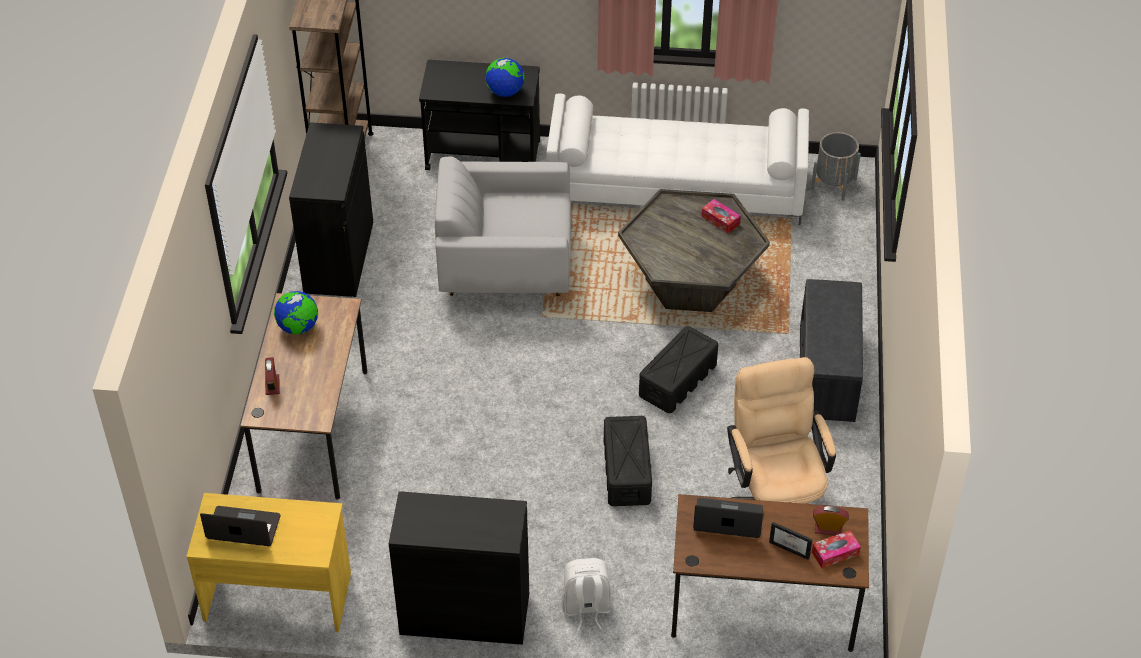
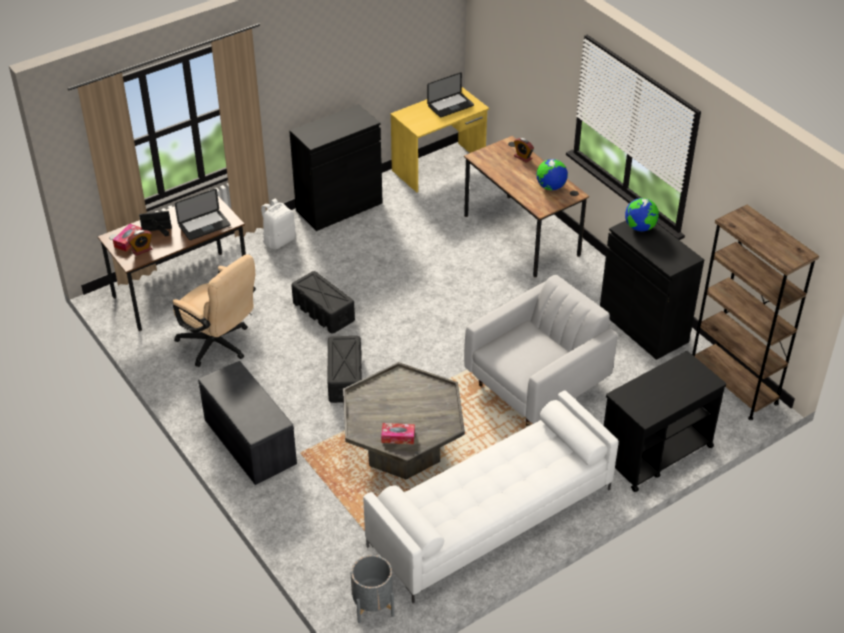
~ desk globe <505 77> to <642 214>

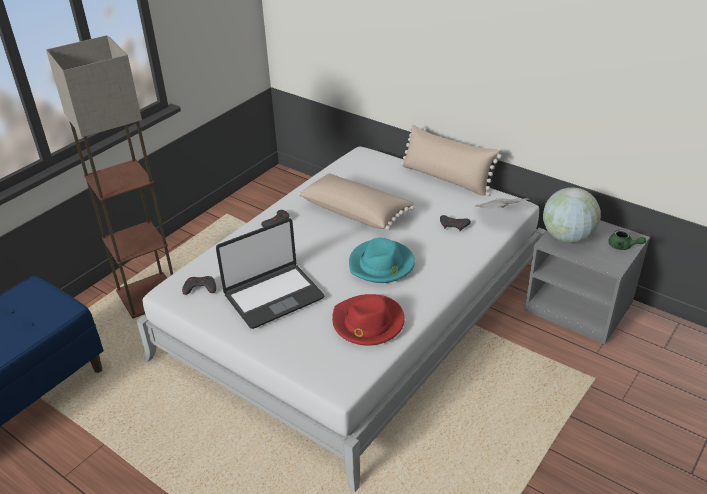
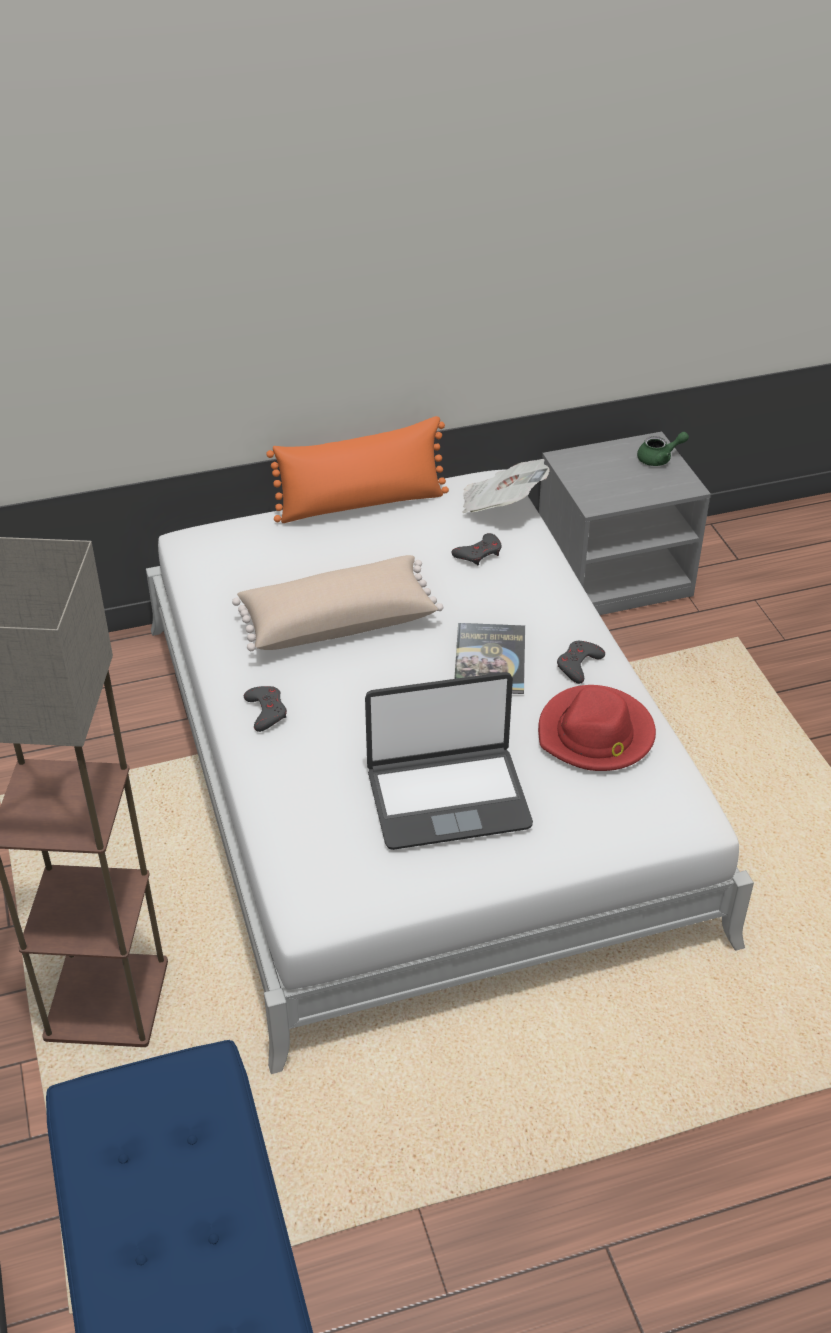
~ sand-coloured pillow <451 160> to orange-coloured pillow <357 469>
- desk globe <572 215>
~ notebook computer <270 273> = <449 761> 75 degrees clockwise
~ turquoise-coloured clothing hat <382 260> to volume <489 658>
~ greyish game controller <199 285> to <581 662>

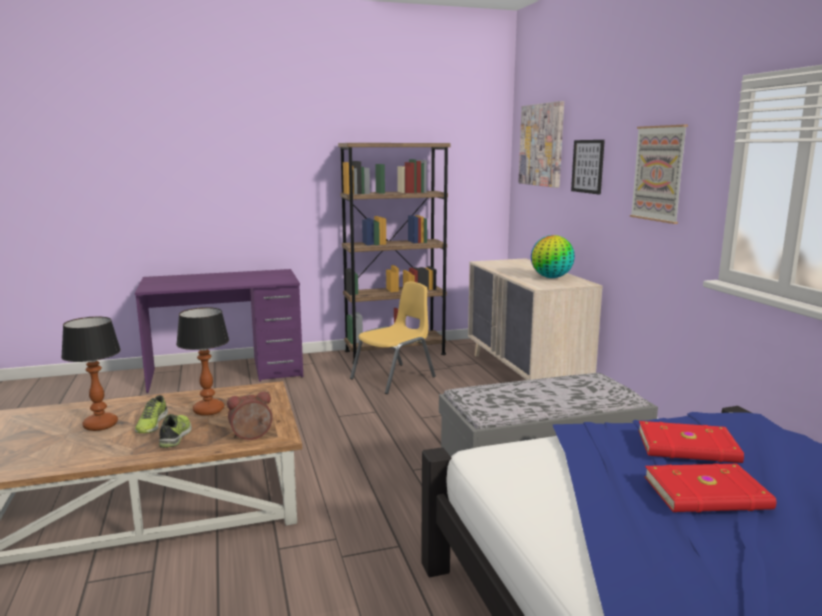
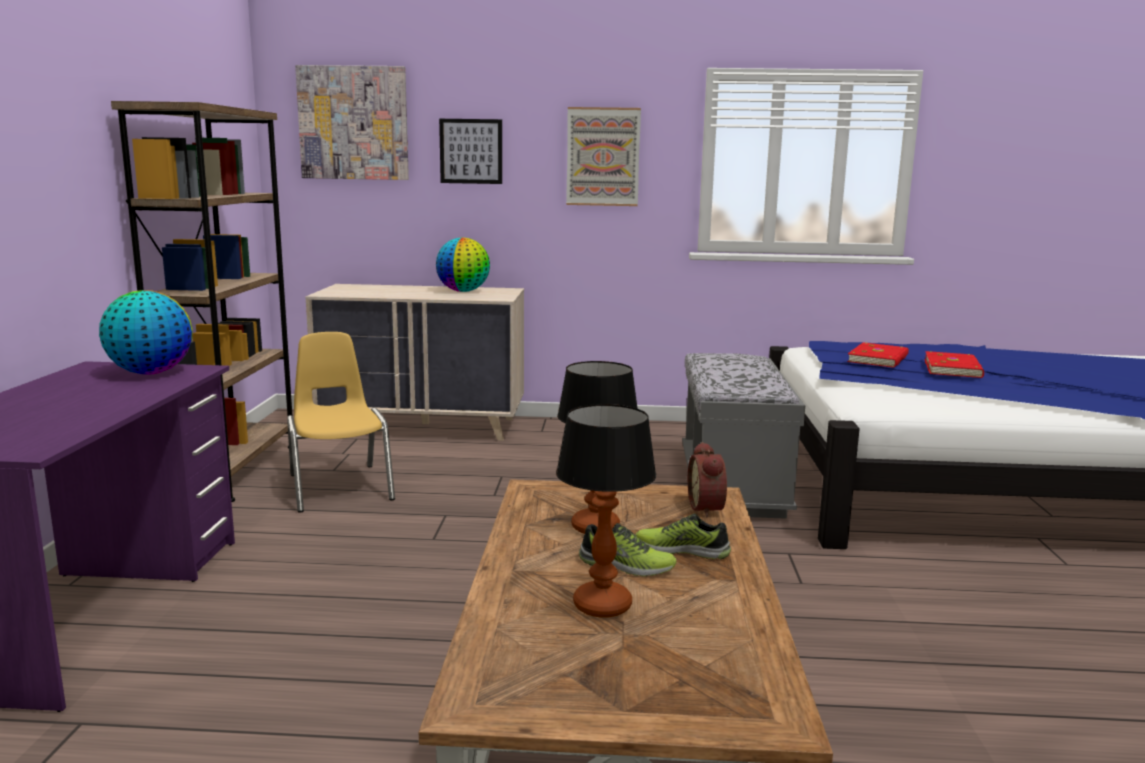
+ desk globe <146 332>

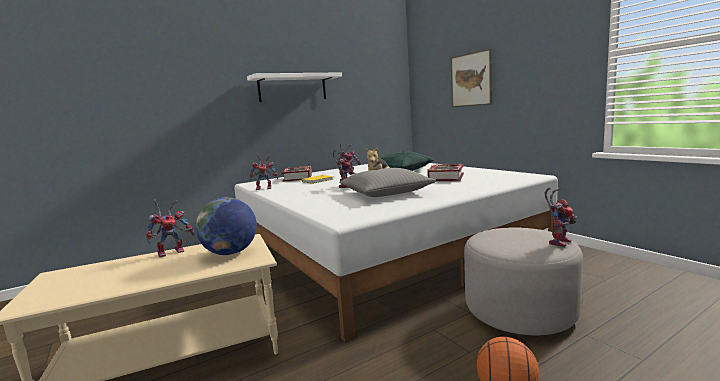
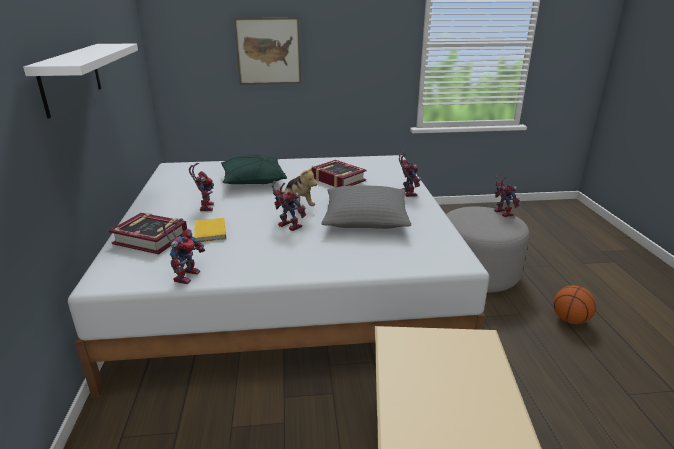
- desk globe <226 226>
~ toy robot <170 228> to <410 174>

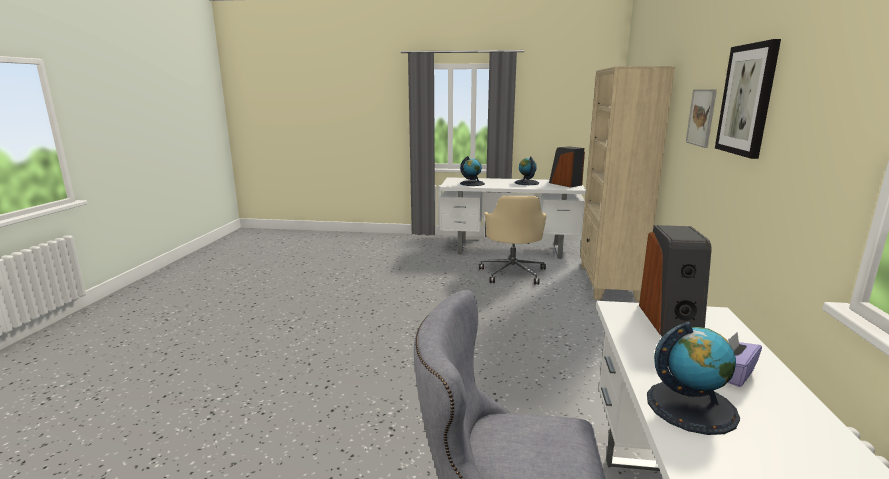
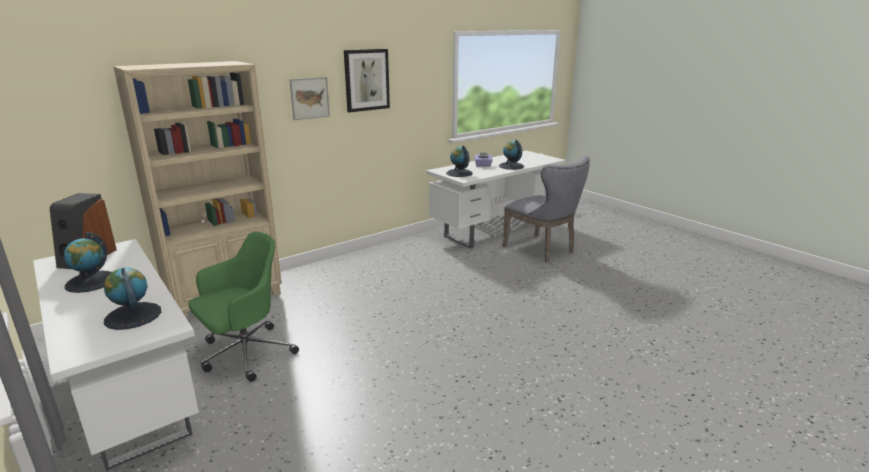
~ sand-coloured desk chair <512 240> to green-coloured desk chair <243 307>
~ loudspeaker <675 281> to desk globe <459 161>

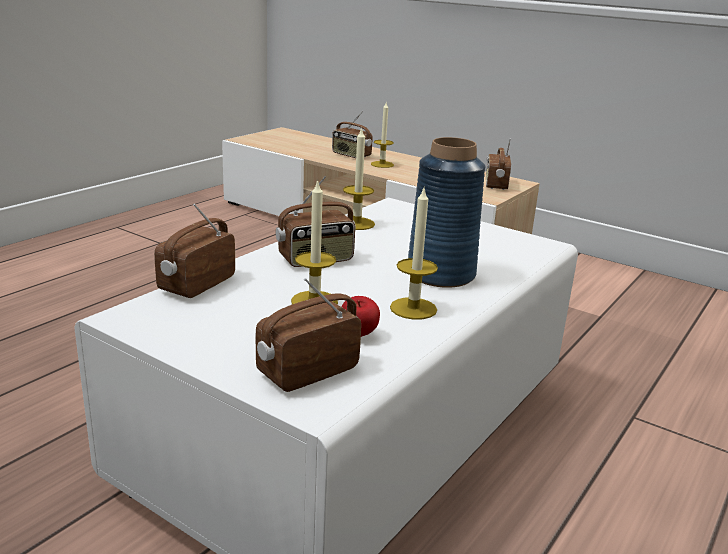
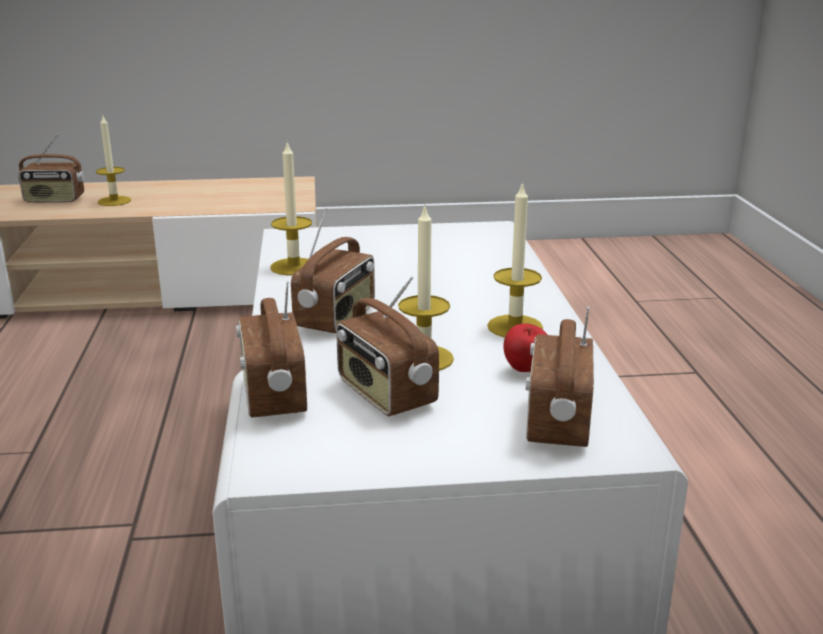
- blue-coloured flower vase <446 212>
~ radio set <498 164> to <387 346>

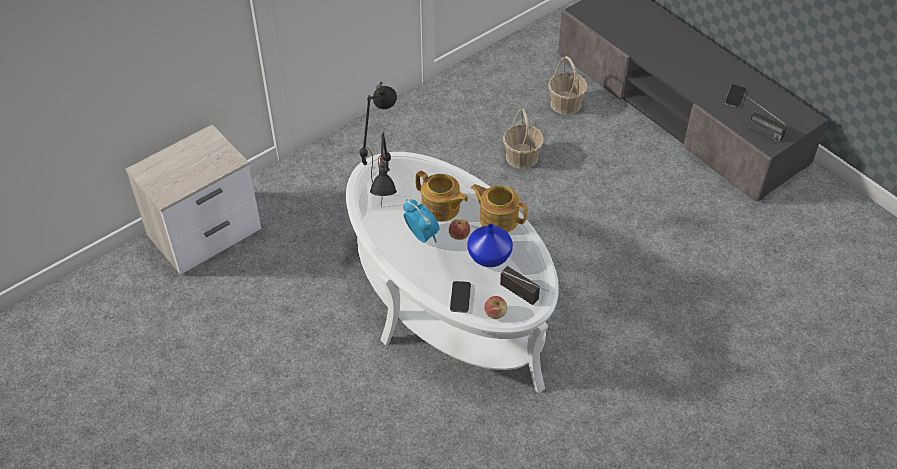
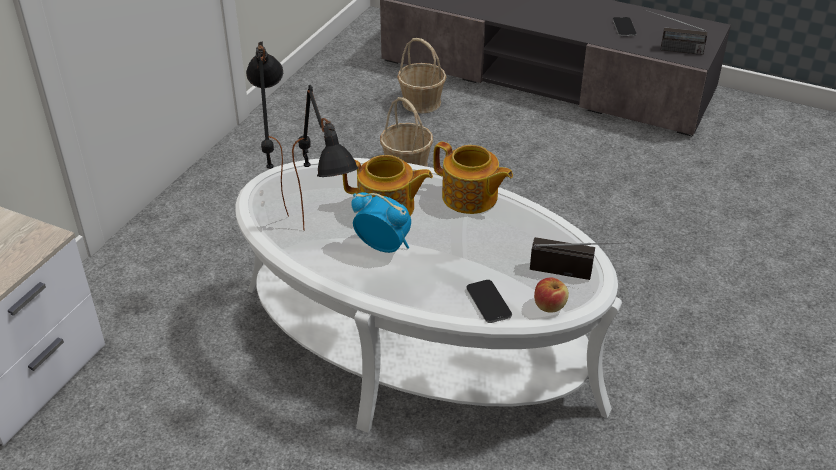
~ teapot <499 208> = <473 177> 150 degrees counterclockwise
- whole apple <459 229>
- blue-coloured flower vase <490 245>

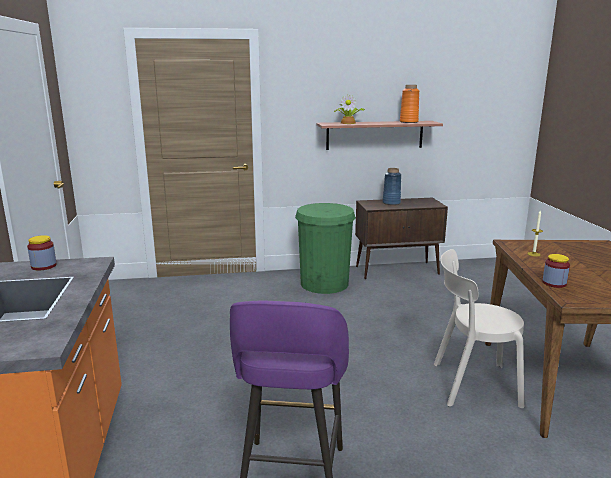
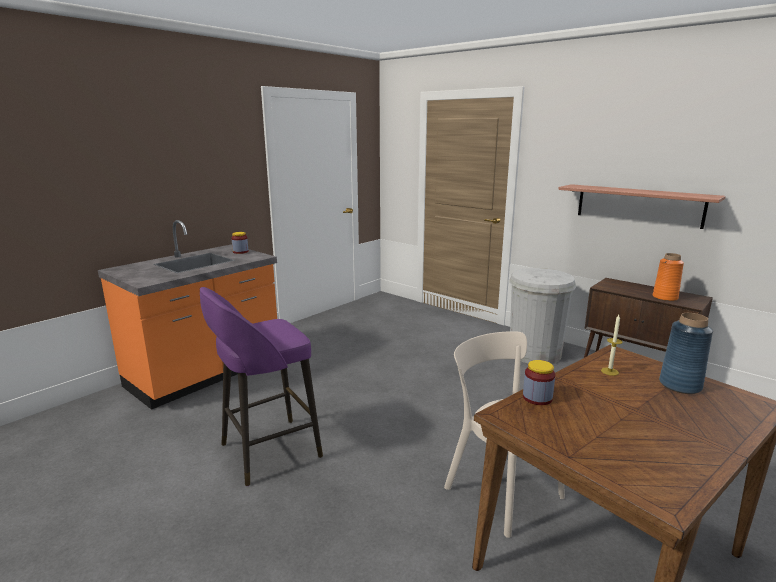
~ orange-coloured flower vase <409 104> to <668 277>
- plant in a pot <349 109>
~ blue-coloured flower vase <392 186> to <686 353>
~ green-coloured trash can <325 248> to white-coloured trash can <542 316>

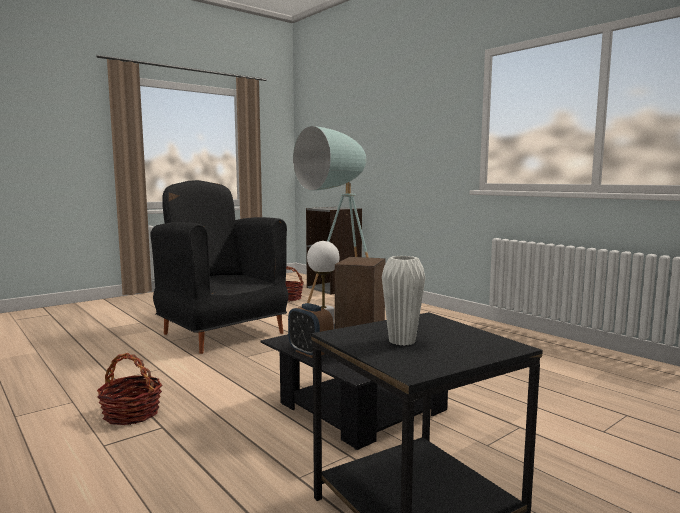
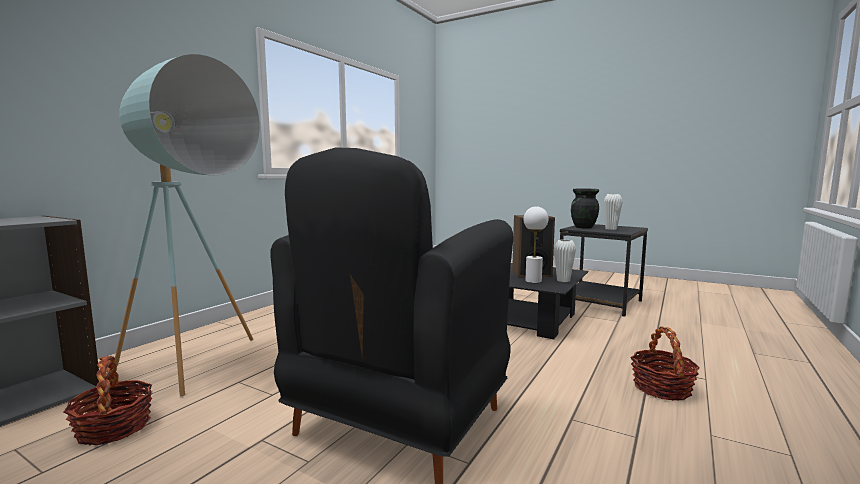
~ alarm clock <311 330> to white-coloured flower vase <565 261>
+ black flower vase <585 208>

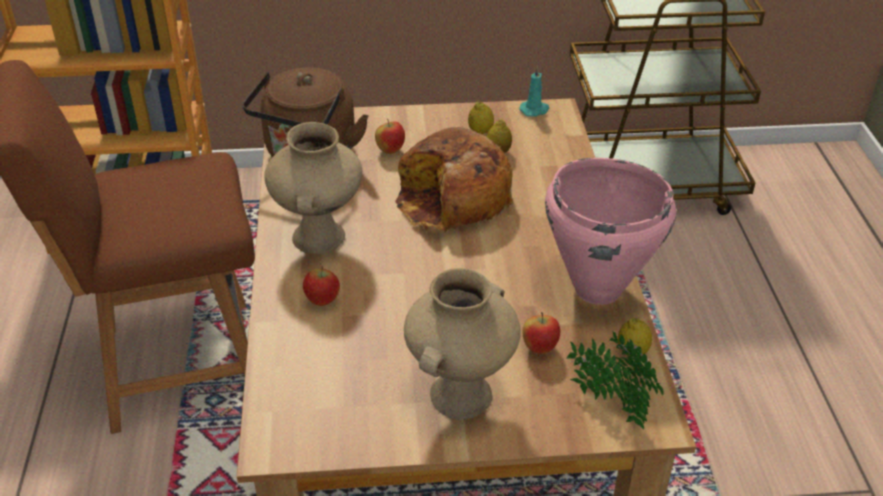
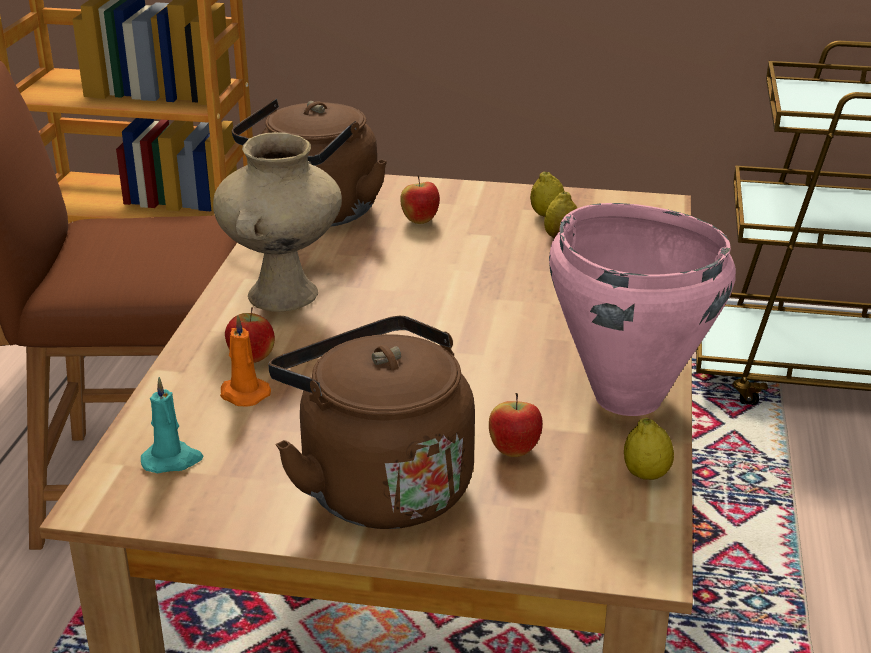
~ turquoise-coloured wax candle <534 91> to <172 425>
- bakery bread <454 180>
~ sand-coloured flower vase <462 343> to brownish water kettle <372 422>
- plant in a pot <614 380>
+ orange-coloured wax candle <245 360>

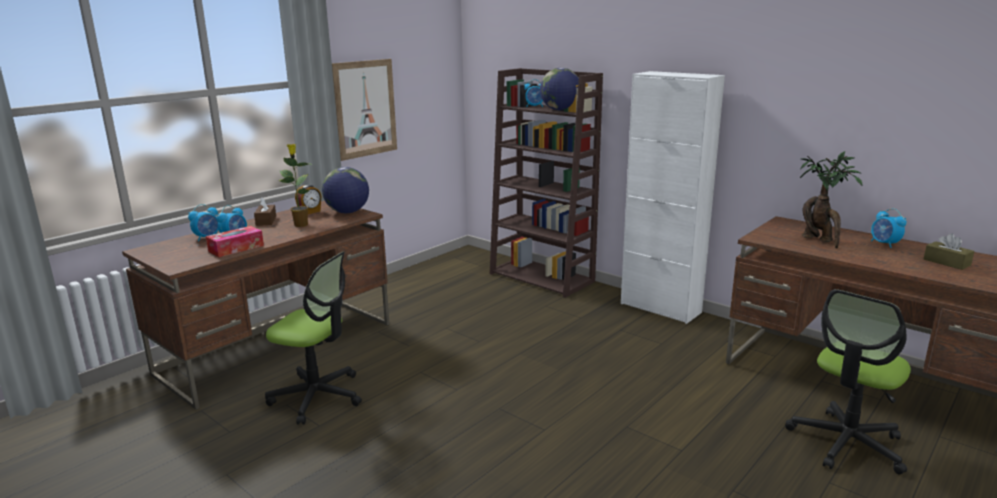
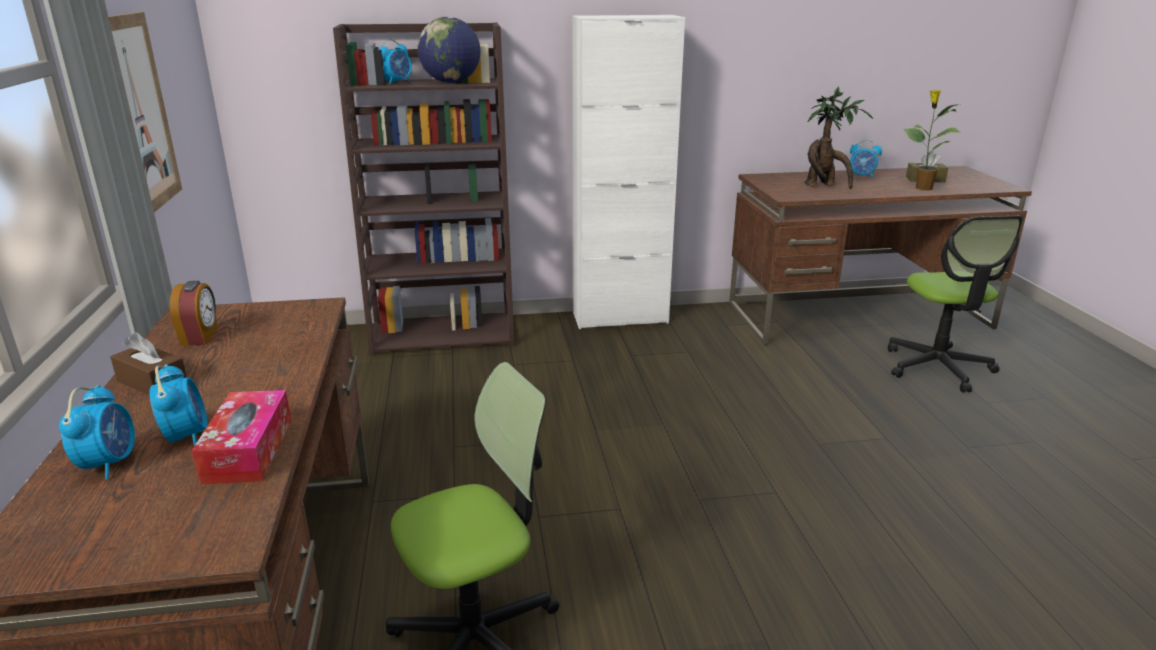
~ plant in a pot <295 185> to <932 140>
- desk globe <345 190>

